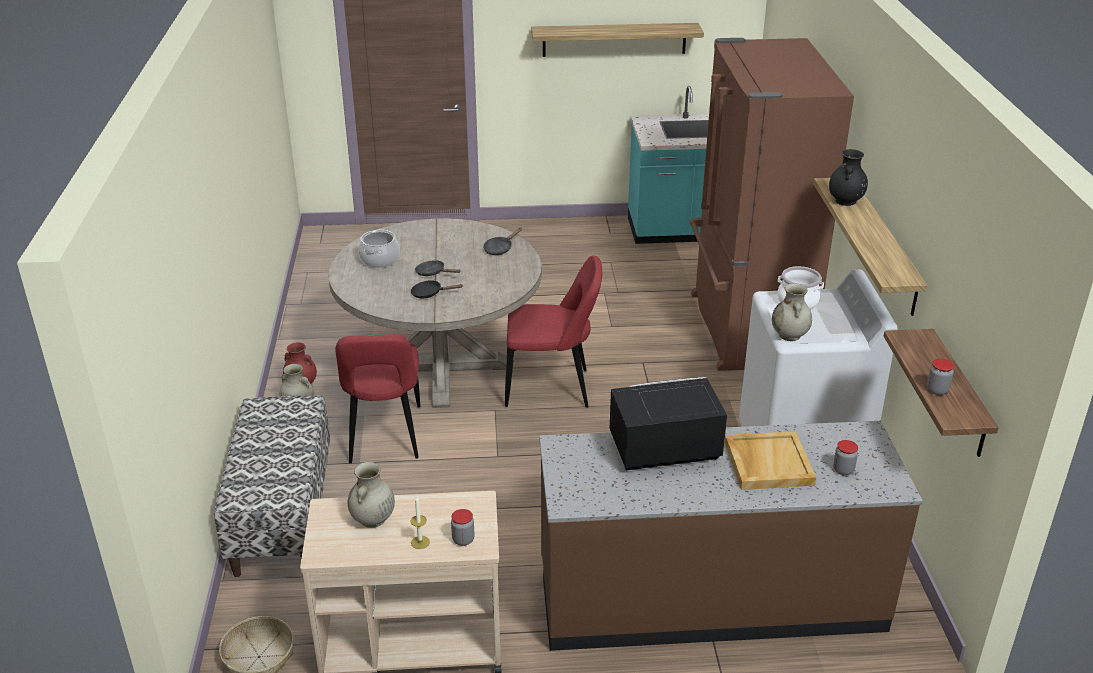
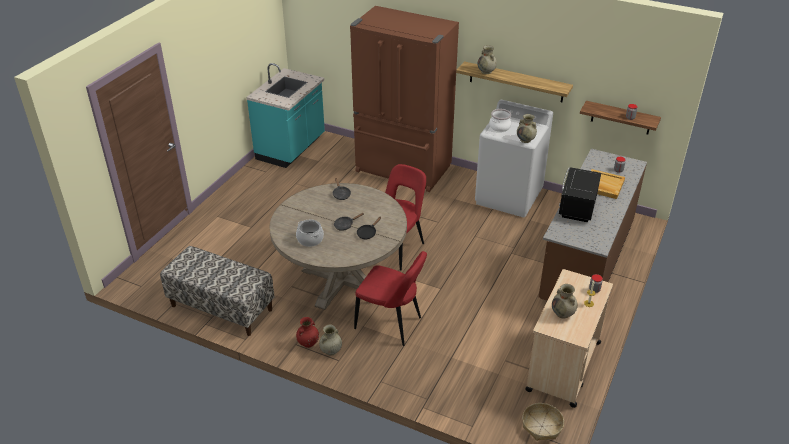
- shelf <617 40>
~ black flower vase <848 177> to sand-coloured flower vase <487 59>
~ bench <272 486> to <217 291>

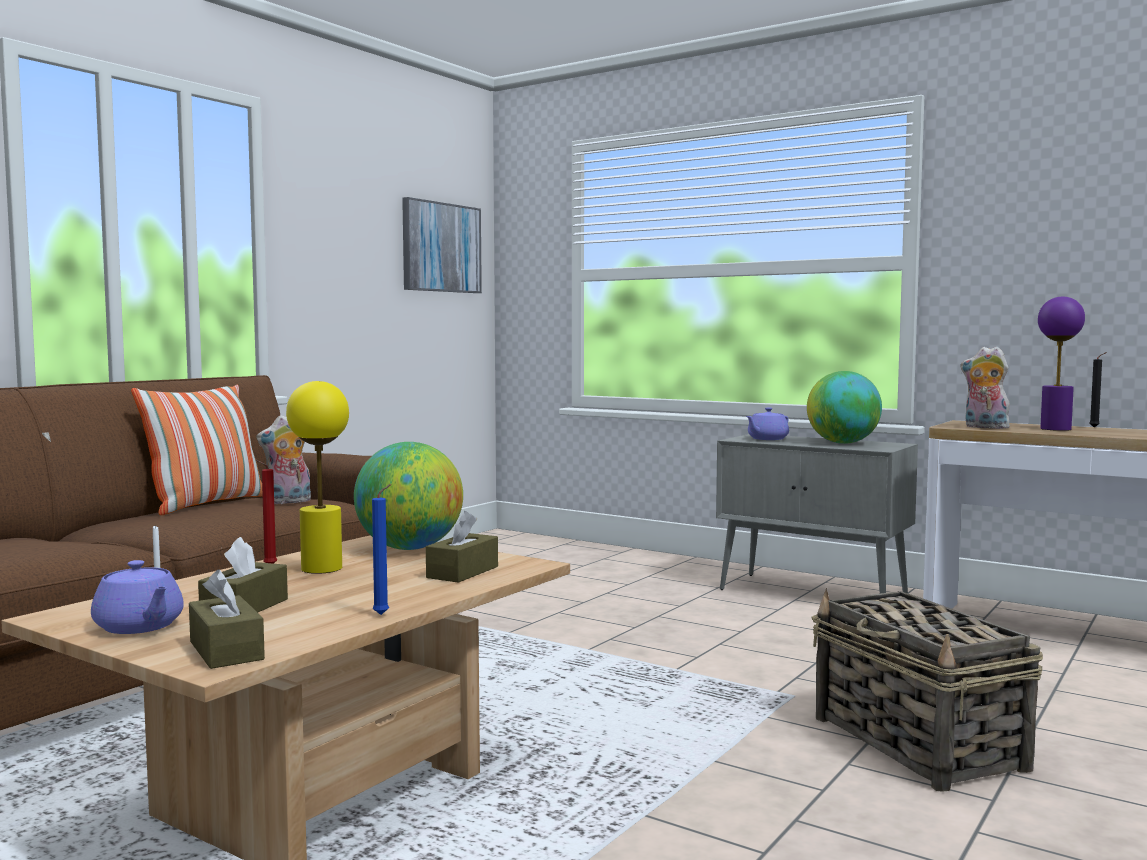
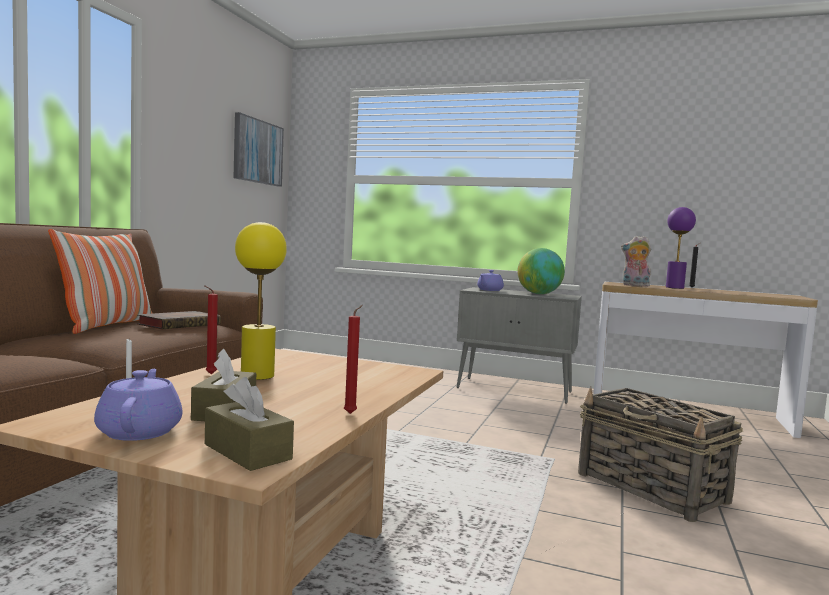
~ plush toy <283 460> to volume <179 320>
- desk globe <408 496>
~ blue-coloured wax candle <381 549> to red-coloured wax candle <353 359>
- brownish tissue box <462 547>
~ purplish teapot <137 597> = <138 405> 135 degrees counterclockwise

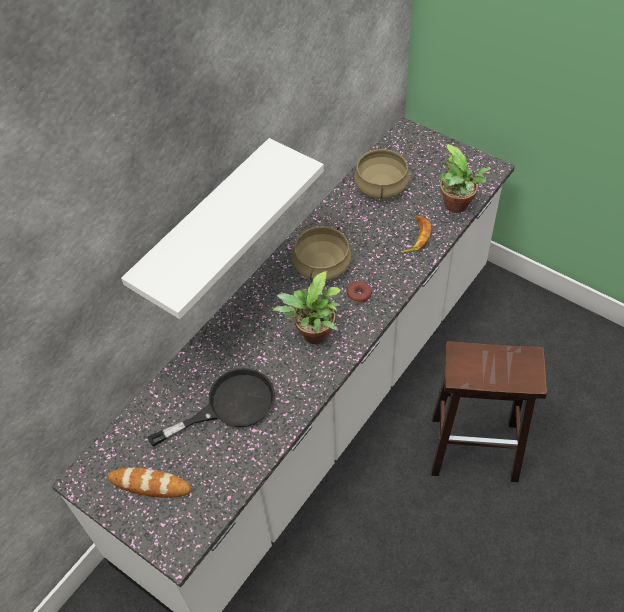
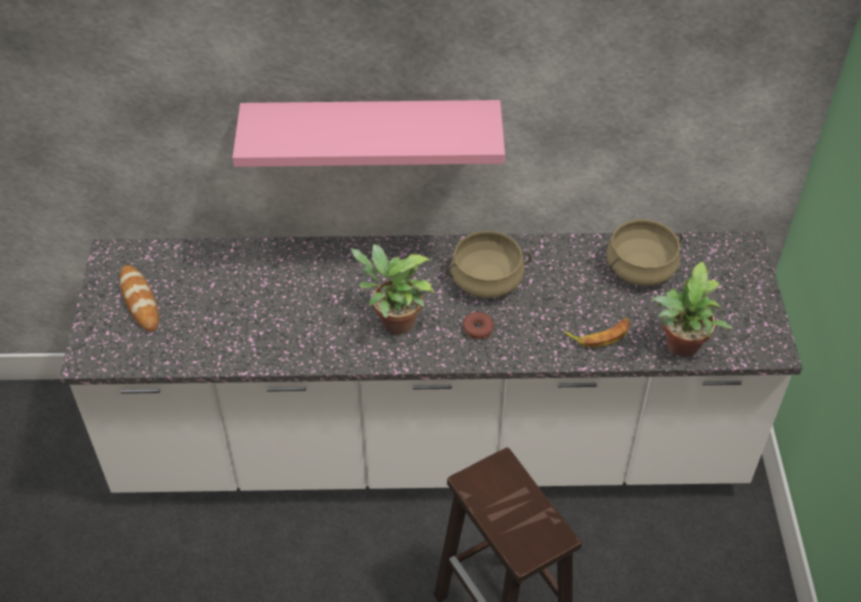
~ white-coloured shelf <222 228> to pink-coloured shelf <368 133>
- black skillet <211 407>

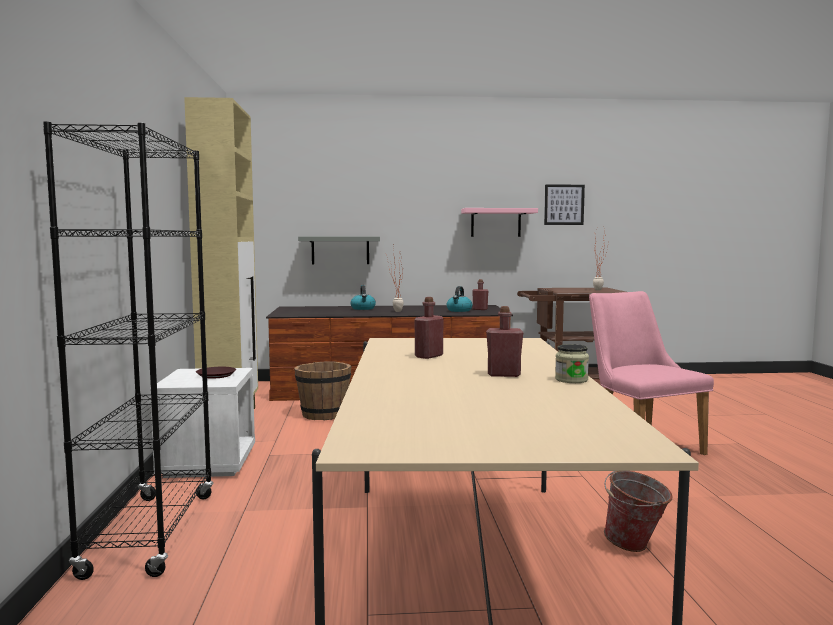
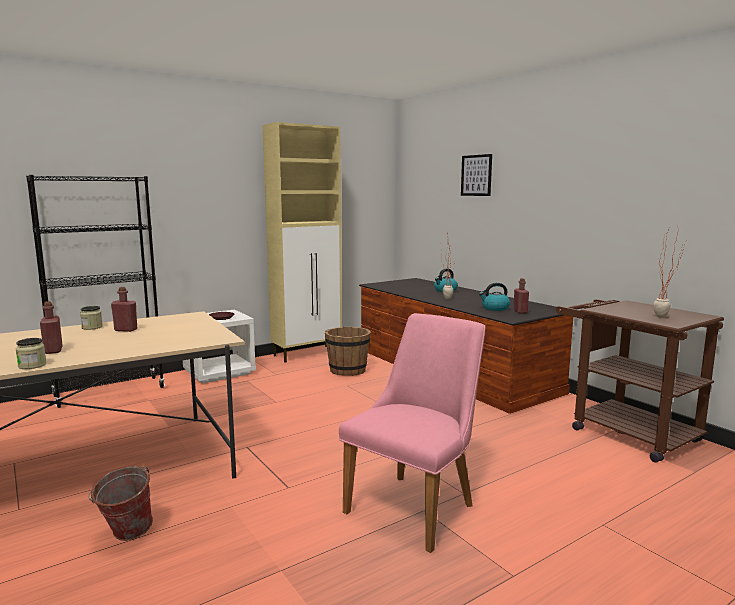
~ picture <564 204> to <476 175>
- pink-coloured shelf <499 222>
- greyish shelf <339 250>
+ storage jar <91 318>

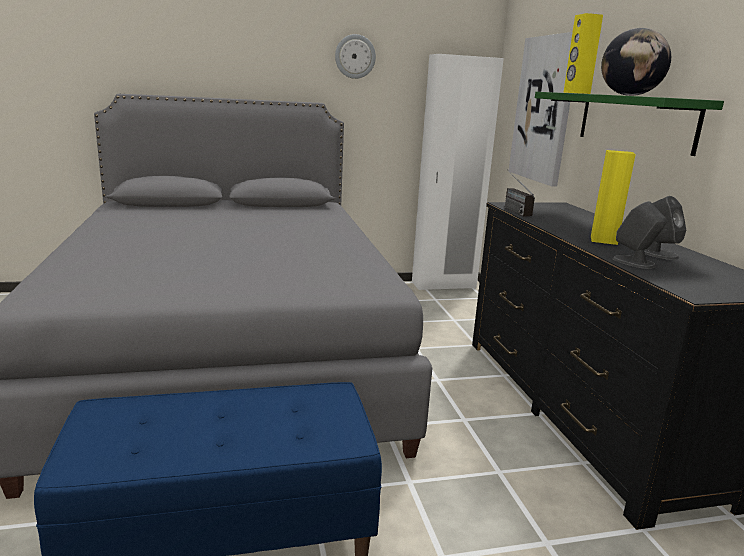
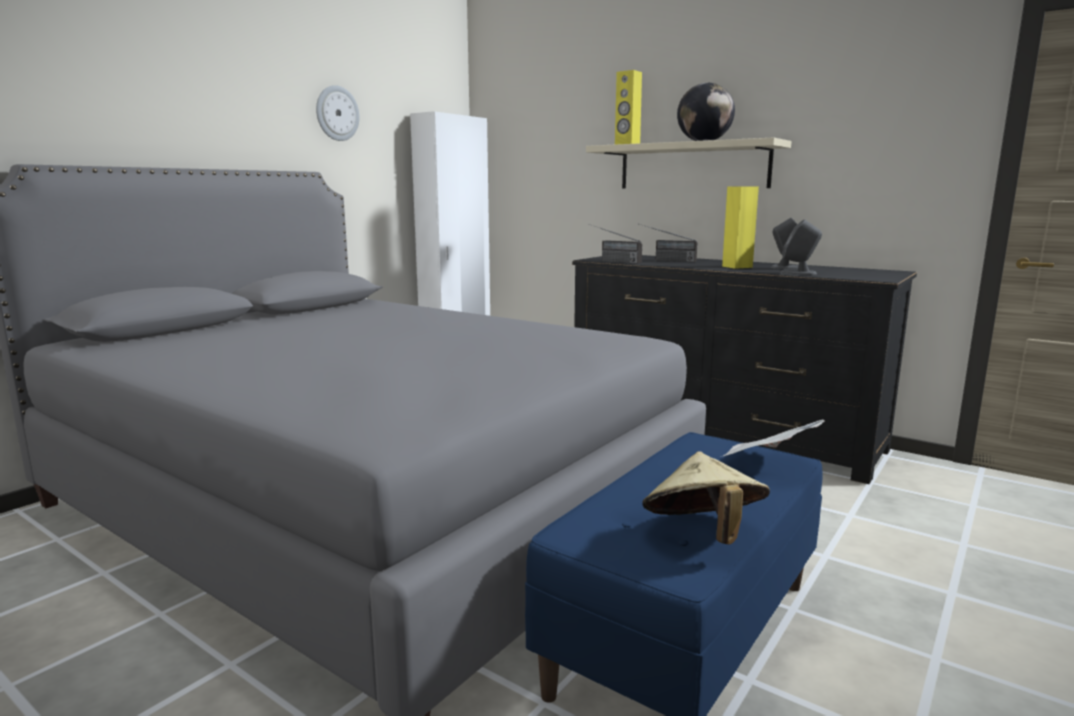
- picture <540 109>
~ green-coloured shelf <629 124> to sand-coloured shelf <689 162>
+ radio set <667 243>
+ newspaper <771 438>
+ sand-coloured clothing hat <706 498>

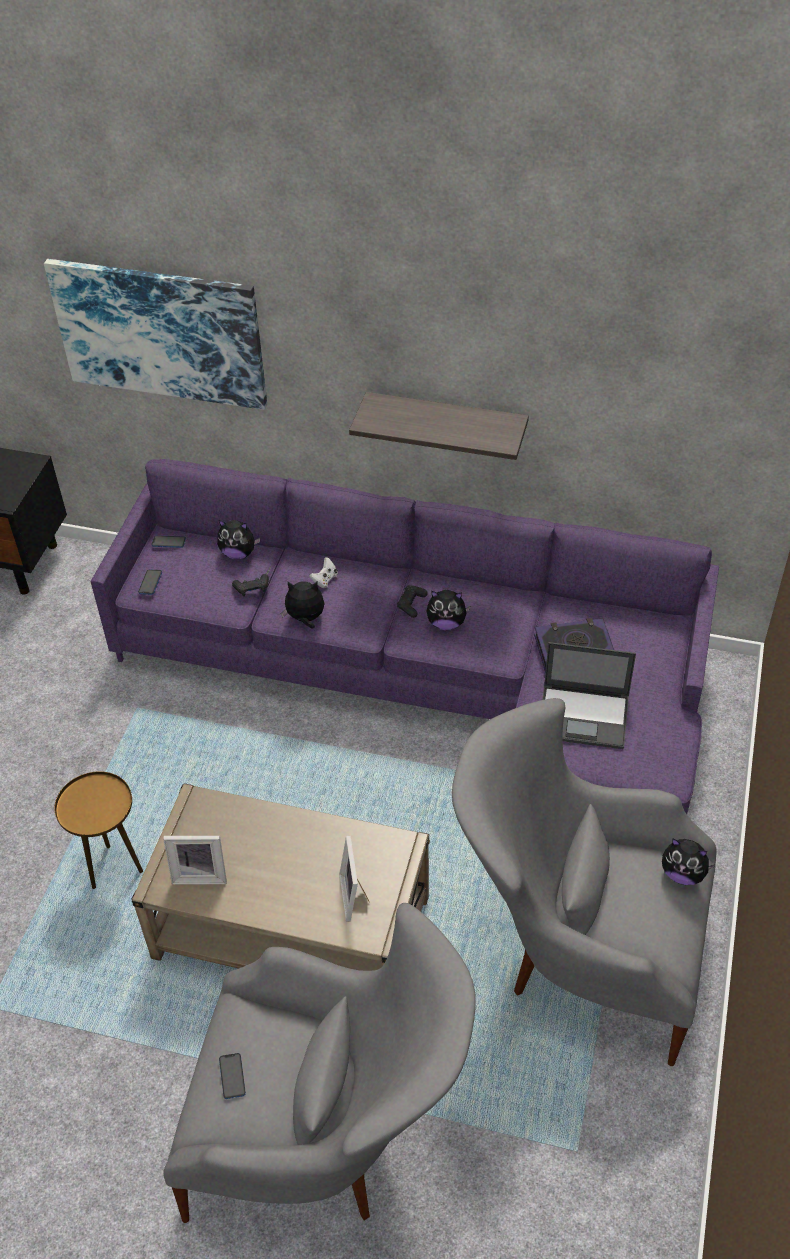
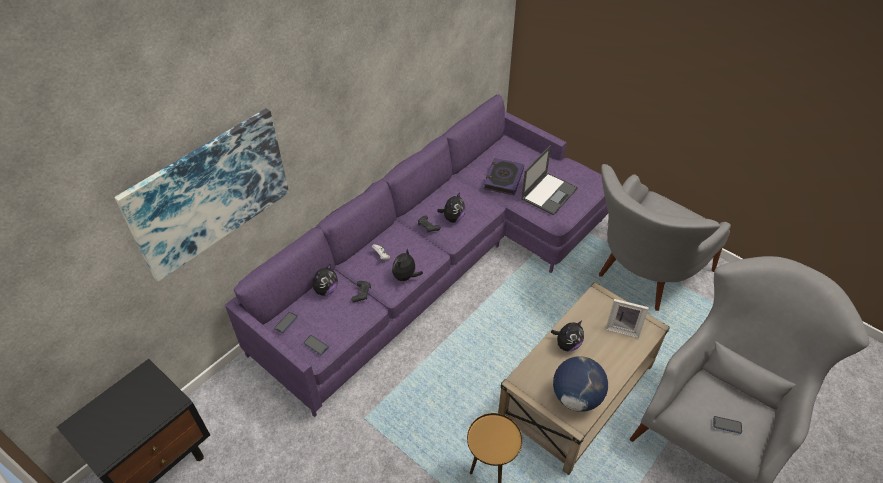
- shelf <439 426>
~ photo frame <195 860> to desk globe <580 384>
~ plush toy <689 861> to <567 336>

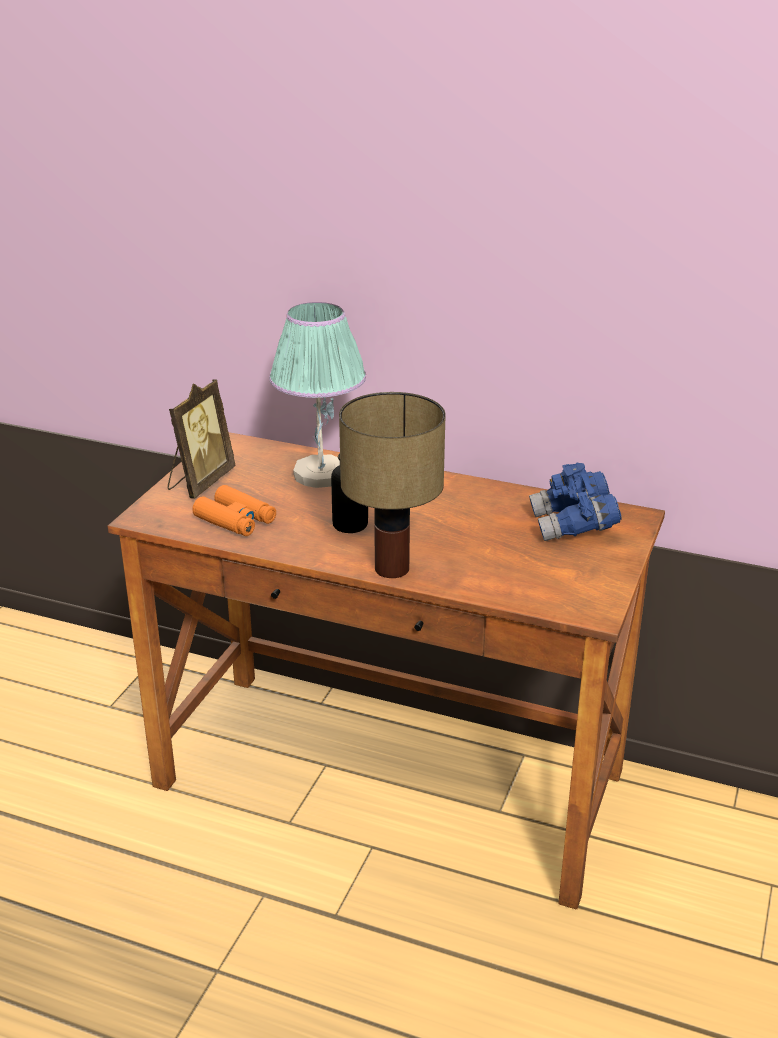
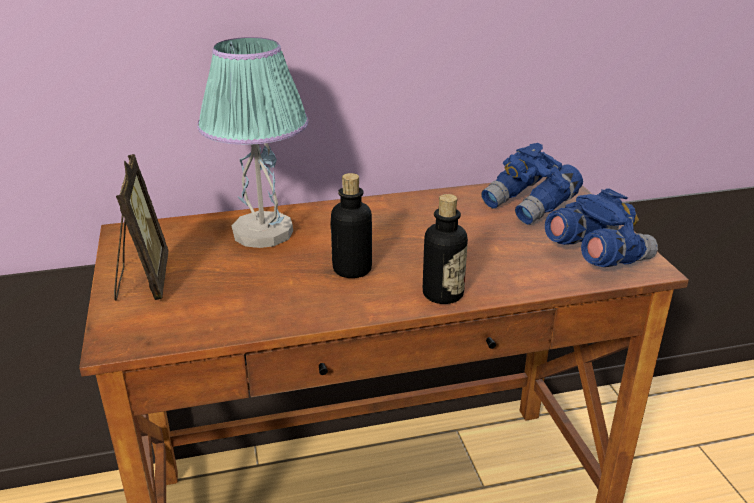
~ table lamp <392 485> to beverage bottle <445 249>
- orange-coloured binoculars <234 510>
+ blue-coloured binoculars <601 227>

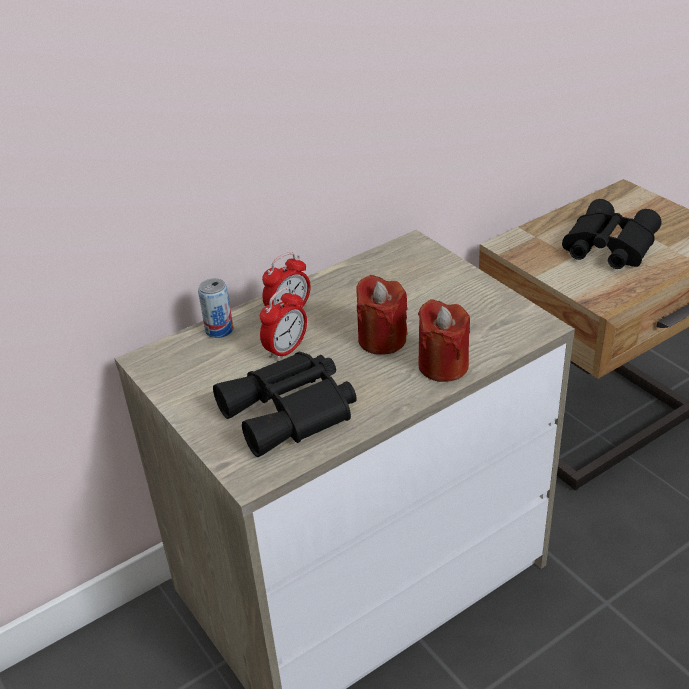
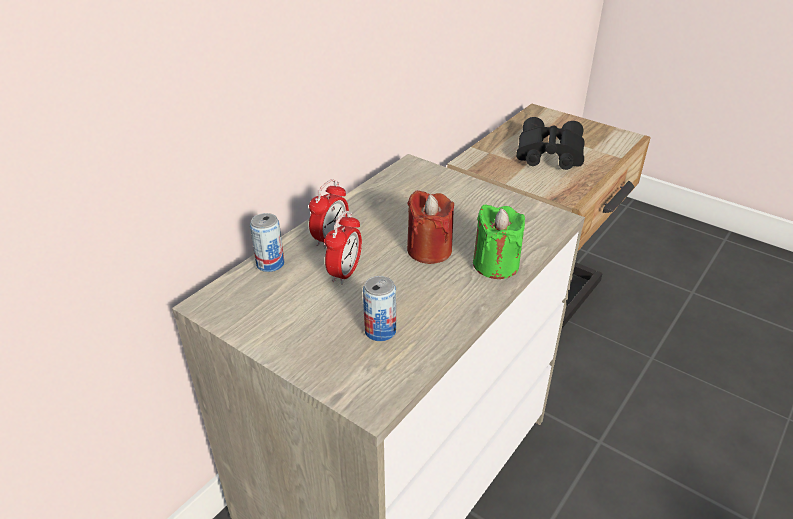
~ red-coloured wax candle <444 341> to green-coloured wax candle <499 241>
~ black binoculars <285 404> to sealed can <379 308>

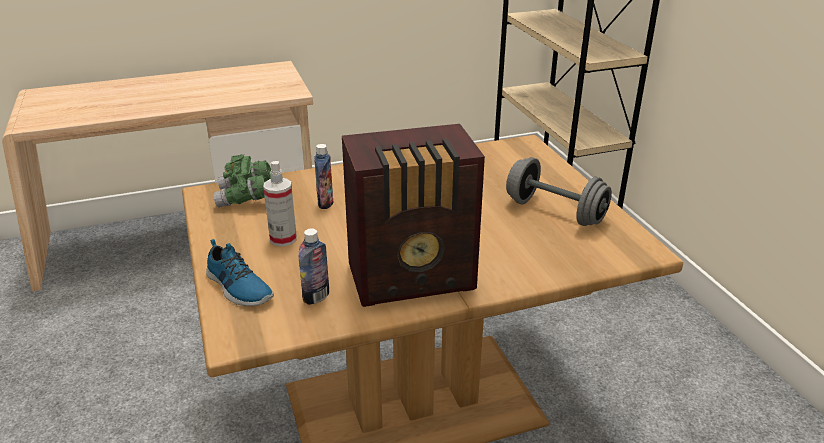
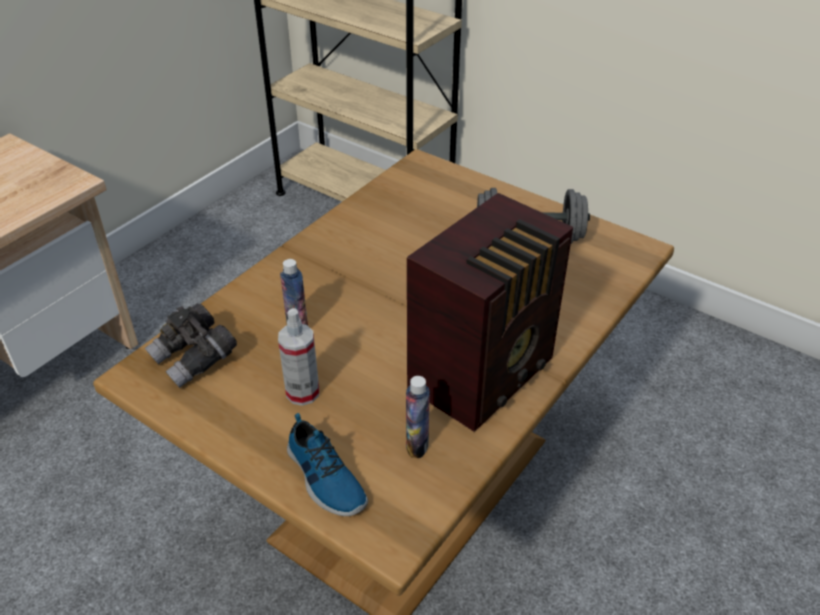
~ green-coloured binoculars <242 181> to greyish binoculars <191 345>
~ low shoe <240 272> = <327 464> 45 degrees clockwise

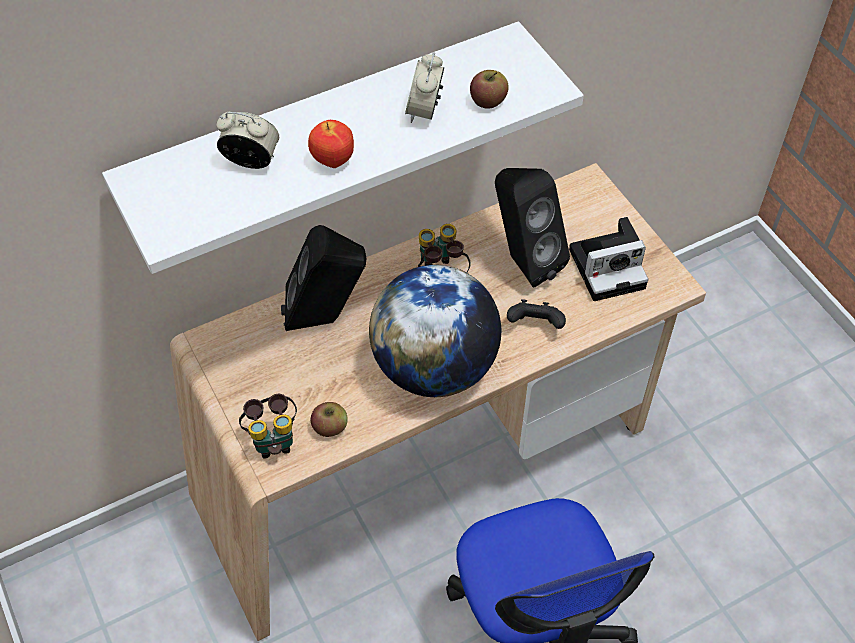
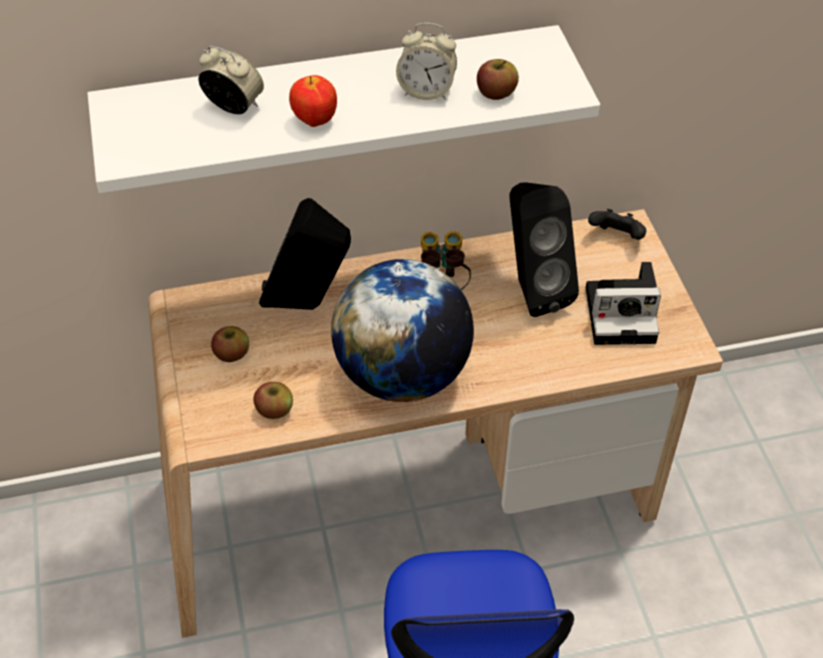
~ alarm clock <424 87> = <426 61> 105 degrees counterclockwise
~ black game controller <536 314> to <617 224>
- binoculars <268 426>
+ whole apple <230 344>

